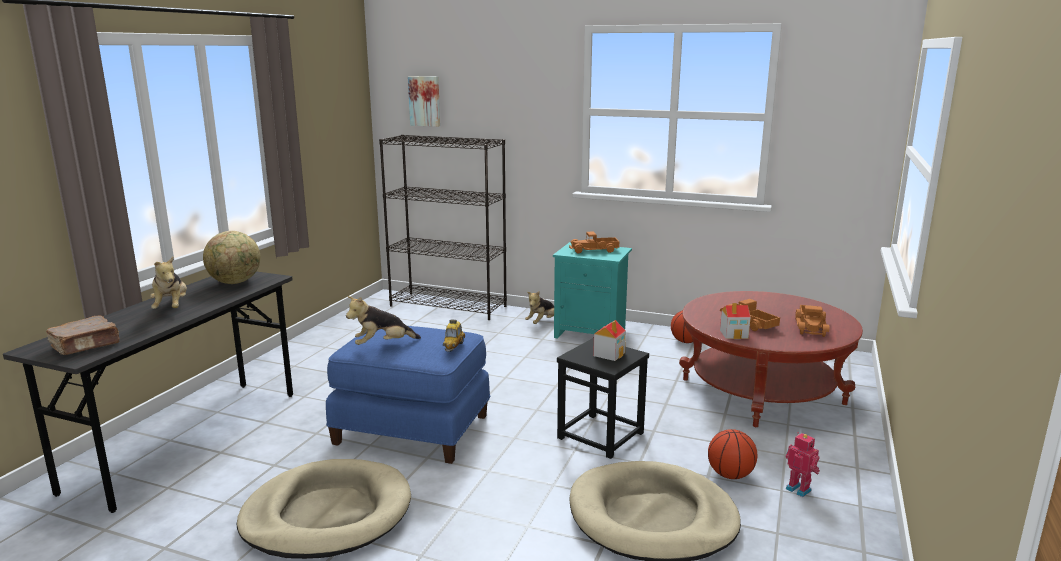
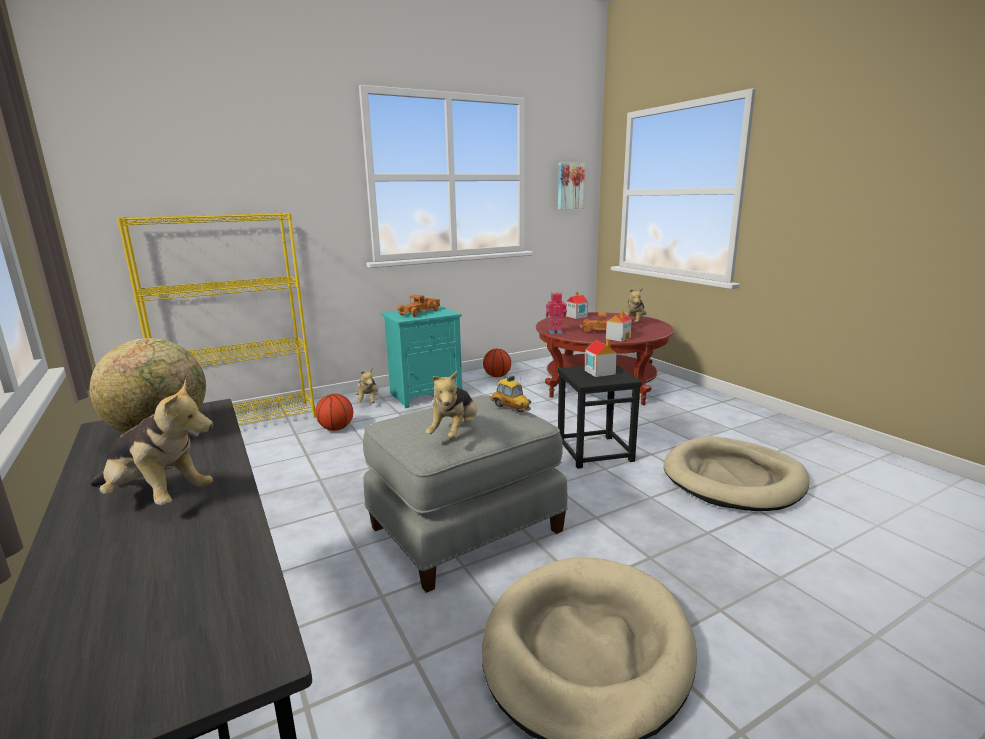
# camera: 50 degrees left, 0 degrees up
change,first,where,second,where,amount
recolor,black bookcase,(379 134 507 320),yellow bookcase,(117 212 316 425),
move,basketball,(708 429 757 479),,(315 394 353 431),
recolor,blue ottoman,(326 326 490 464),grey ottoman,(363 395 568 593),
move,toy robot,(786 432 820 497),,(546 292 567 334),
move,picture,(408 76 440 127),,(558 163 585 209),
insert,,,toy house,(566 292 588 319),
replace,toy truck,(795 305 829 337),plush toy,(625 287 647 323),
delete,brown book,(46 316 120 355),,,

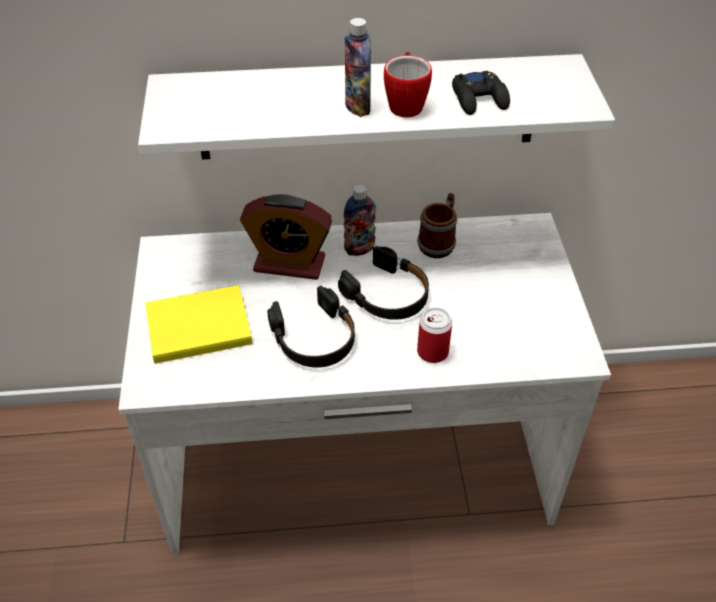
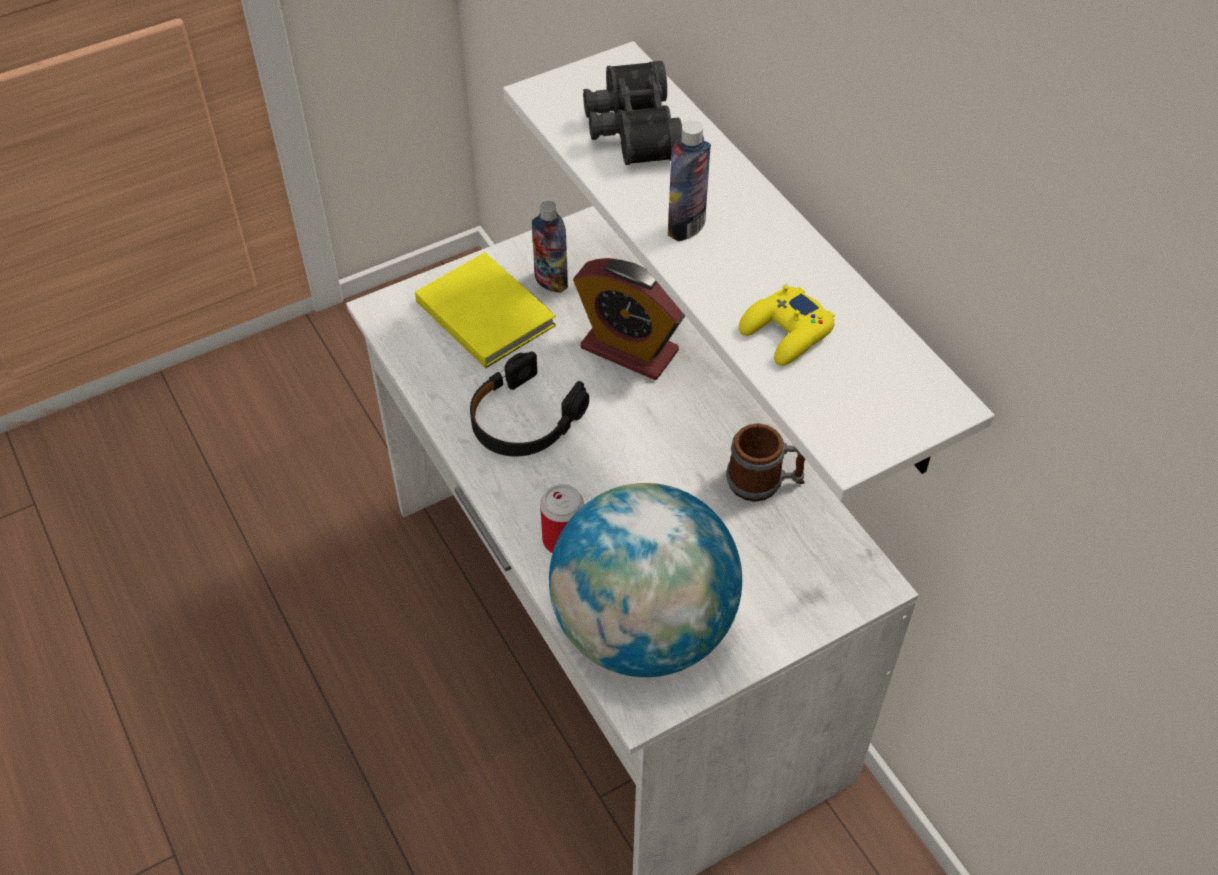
# camera: 65 degrees right, 5 degrees up
change,first,where,second,where,amount
move,bottle,(344 185 376 256),,(532 201 568 293),
insert,,,globe,(549 483 742 677),
rotate,alarm clock,(240 194 332 280),,(573 258 685 380),45 degrees counterclockwise
insert,,,black binoculars,(583 61 682 165),
recolor,black game controller,(452 71 510 115),yellow game controller,(739 285 835 366),
delete,black headphones,(338 246 429 320),,,
delete,mug,(384 52 432 117),,,

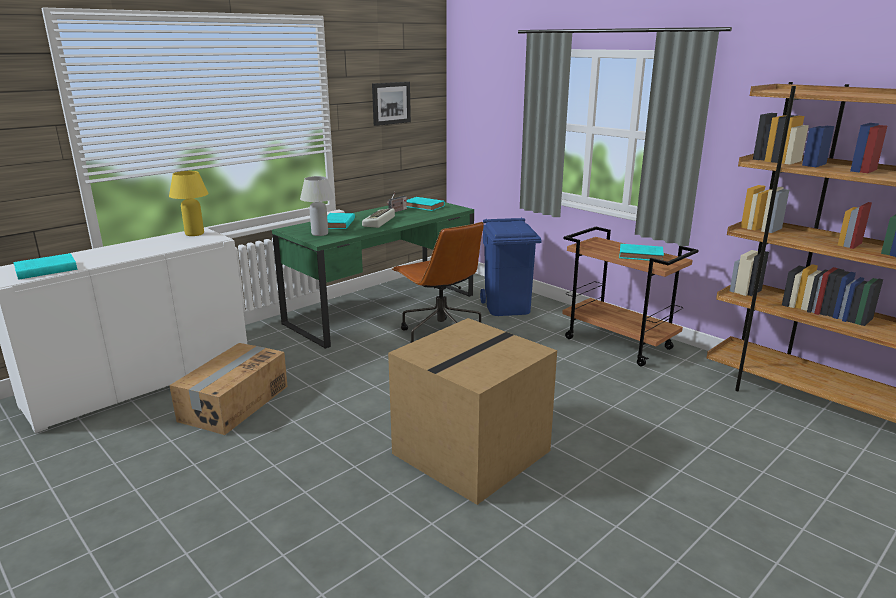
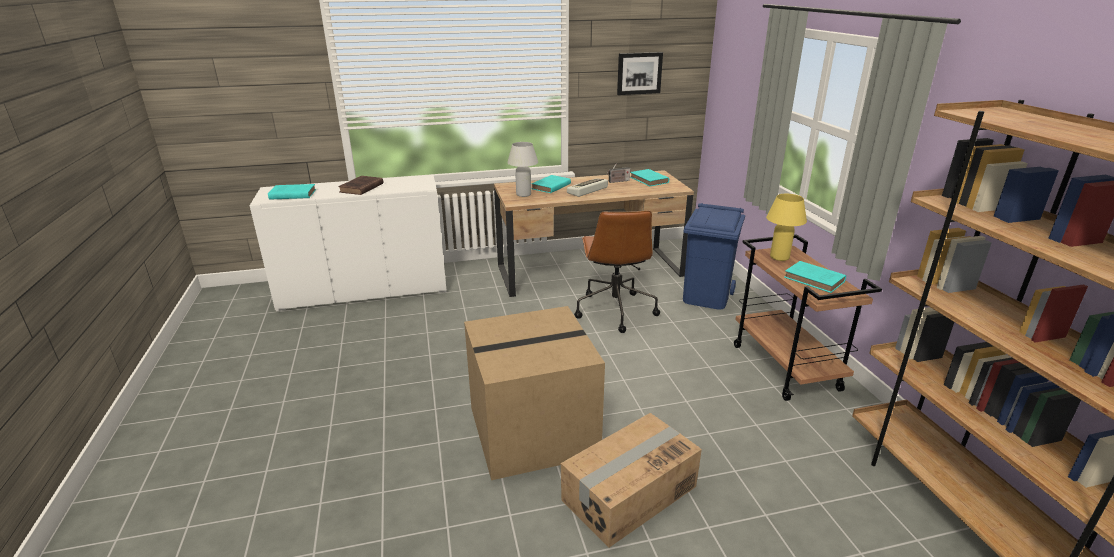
# camera: 30 degrees right, 5 degrees up
change,first,where,second,where,amount
insert,,,brown book,(338 176 383 195),
recolor,green desk,(272 198 474 349),brown desk,(494 170 694 297),
move,cardboard box,(169 343 288 435),,(561 413 702 548),
move,yellow table lamp,(169 171 209 236),,(766 194 807 261),

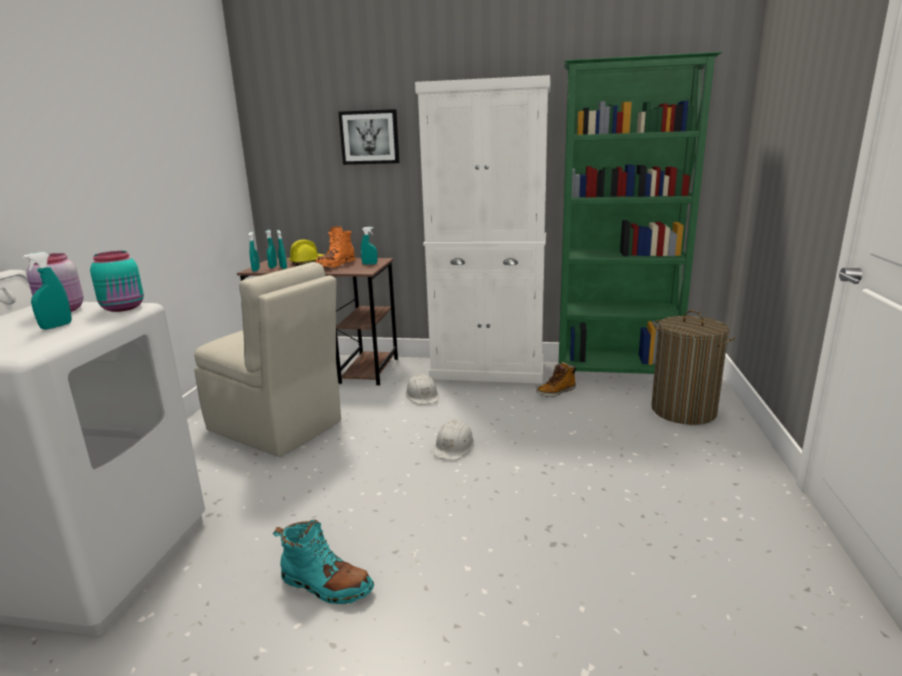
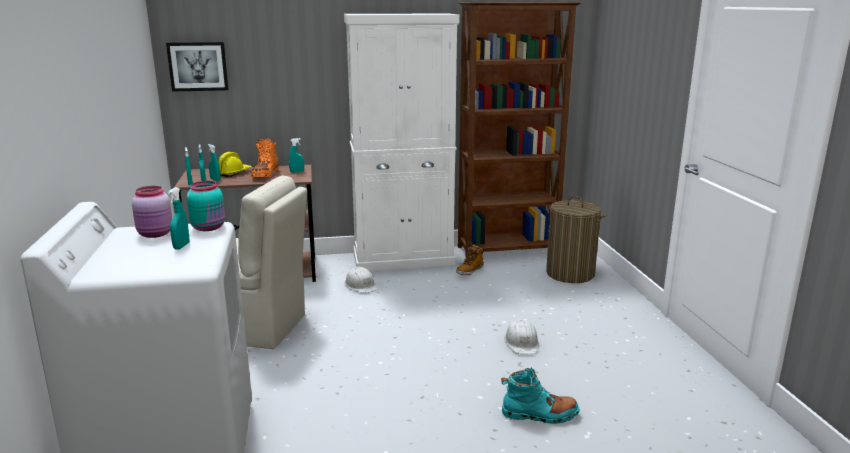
# camera: 20 degrees left, 0 degrees up
change,first,where,second,where,amount
move,picture,(338 109 399 165),,(166 42 229 92),
recolor,green bookcase,(559 52 722 374),brown bookcase,(458 2 581 257),
move,turquoise boot,(273 520 374 604),,(501 368 580 424),
move,white hard hat,(434 420 475 460),,(504 319 539 354),

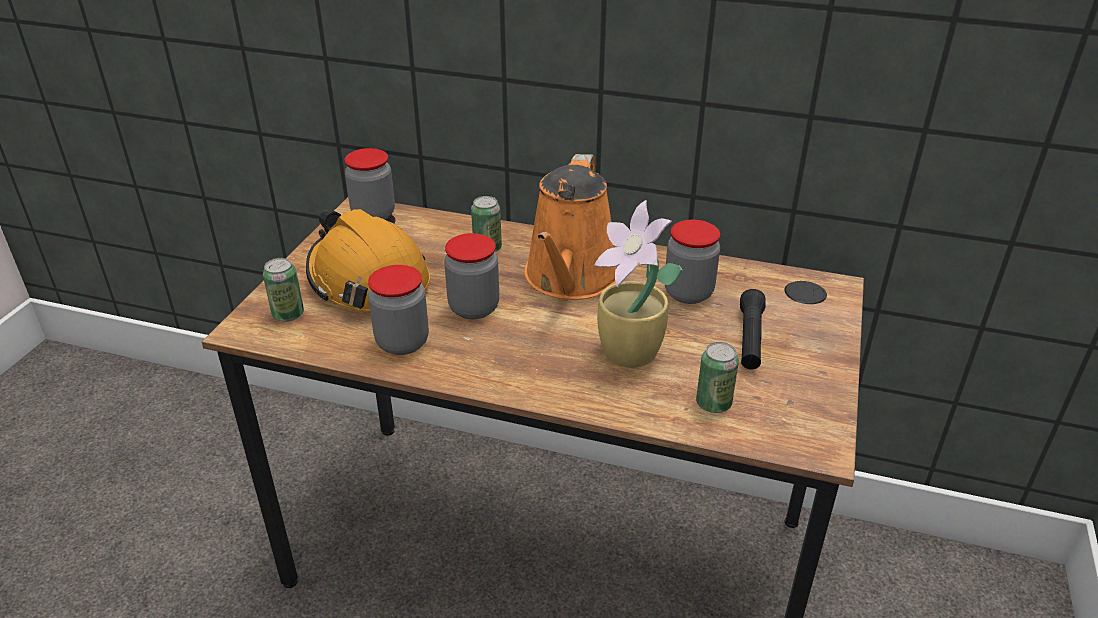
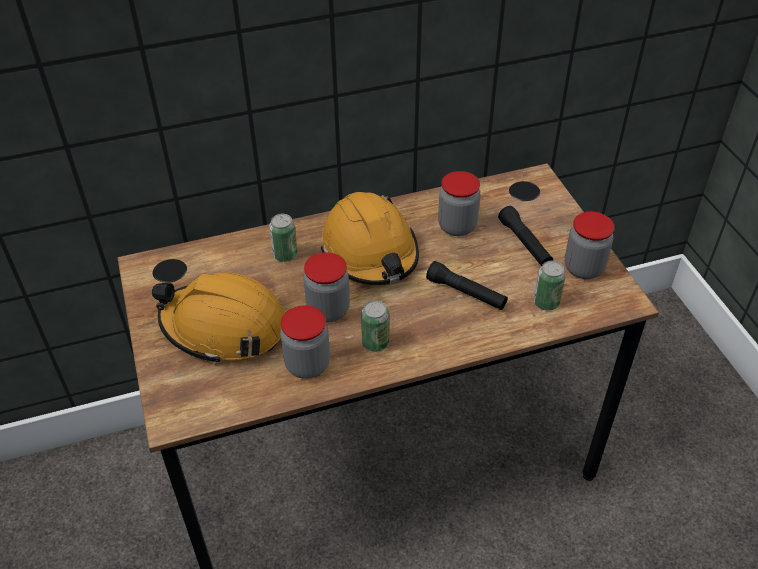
# camera: 35 degrees left, 10 degrees up
change,first,where,second,where,amount
replace,orange watering can,(524 154 618 300),orange hard hat,(321 192 419 285),
move,can,(263 258 304 322),,(361 300 389 352),
replace,potted plant,(594 200 682 368),black flashlight,(426 261 508 310),
move,jar,(345 148 395 219),,(565 212 615 279),

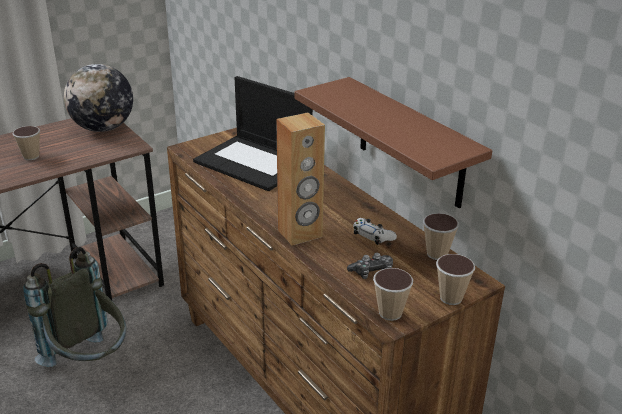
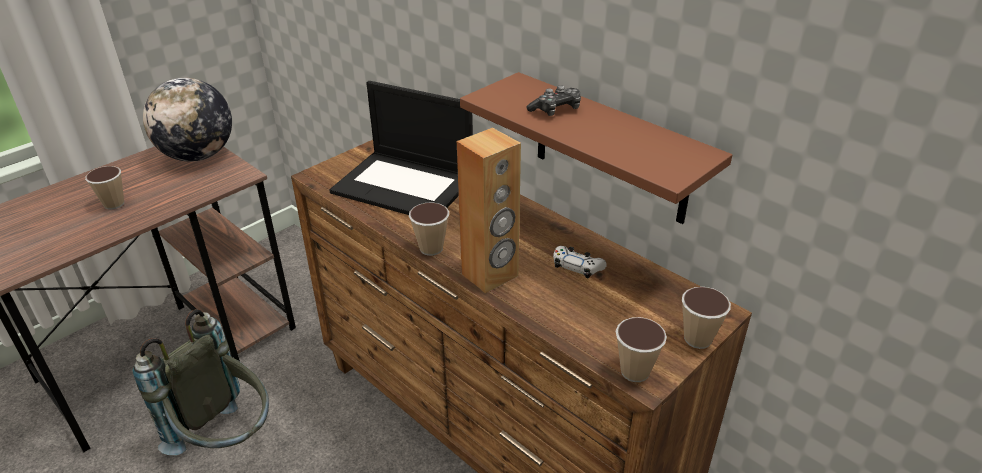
# camera: 10 degrees left, 5 degrees up
change,first,where,second,where,amount
move,cup,(423 213 459 260),,(409 203 449 256),
move,game controller,(347 253 393 279),,(527 85 581 116),

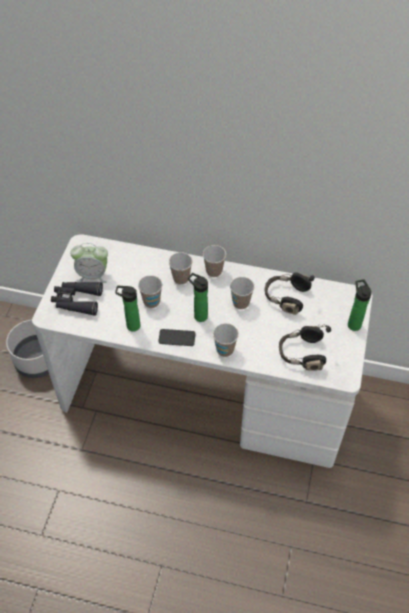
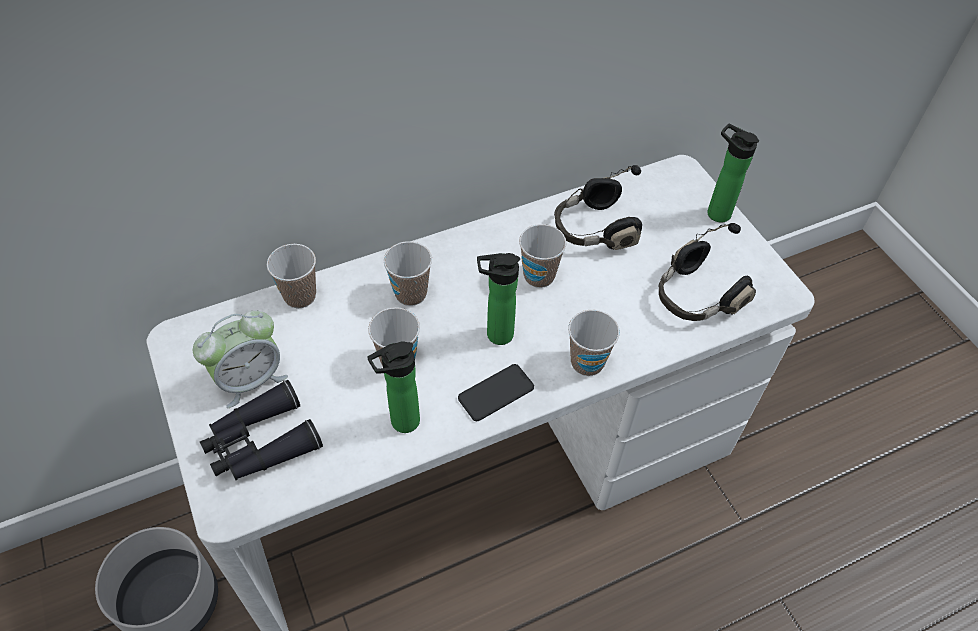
# camera: 40 degrees left, 0 degrees up
change,first,where,second,where,amount
move,cup,(203 245 226 277),,(267 244 316 308),

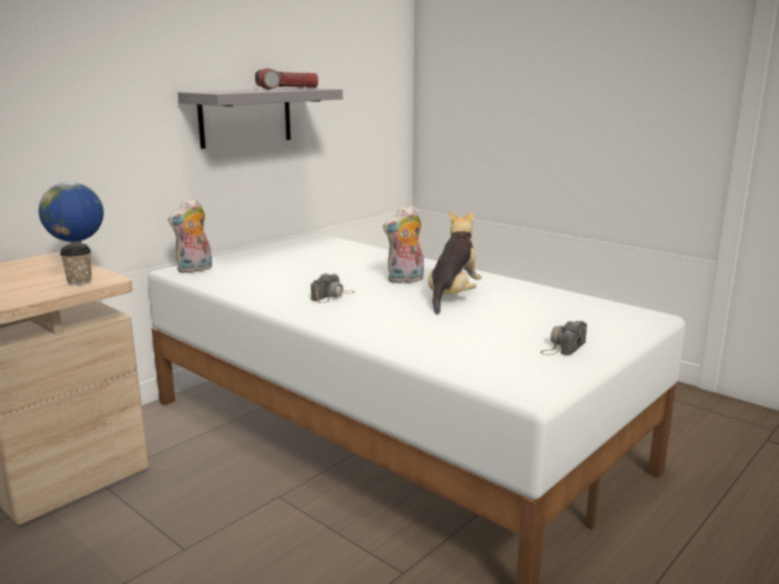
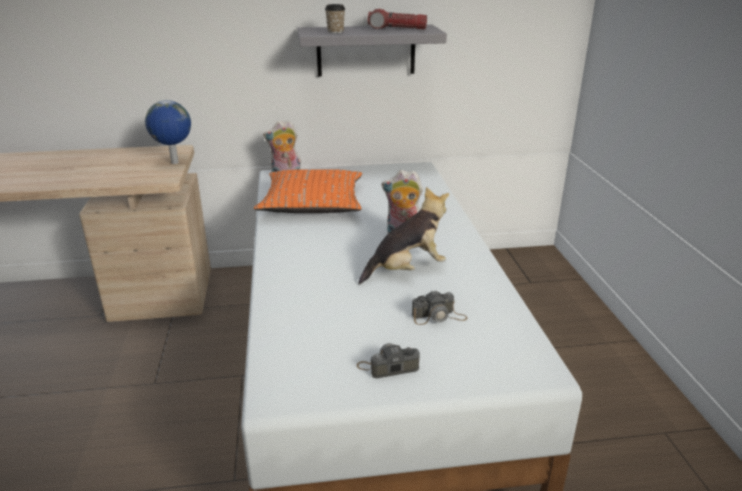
# camera: 40 degrees right, 10 degrees up
change,first,where,second,where,amount
insert,,,orange pillow,(254 169 362 213),
move,cup,(60 244 92 285),,(325 4 345 34),
move,photo camera,(311 273 355 303),,(412 291 468 325),

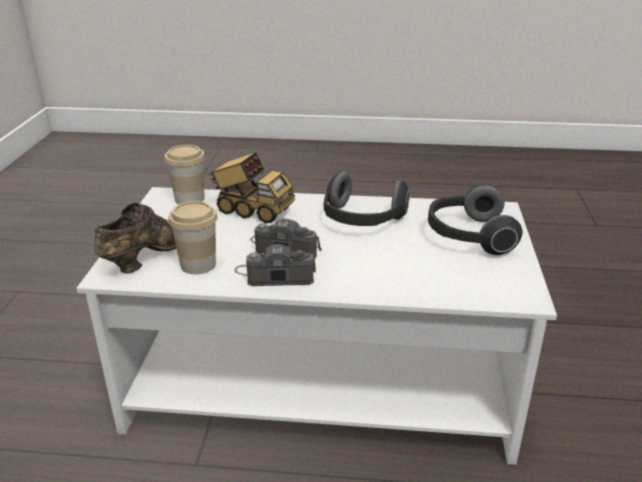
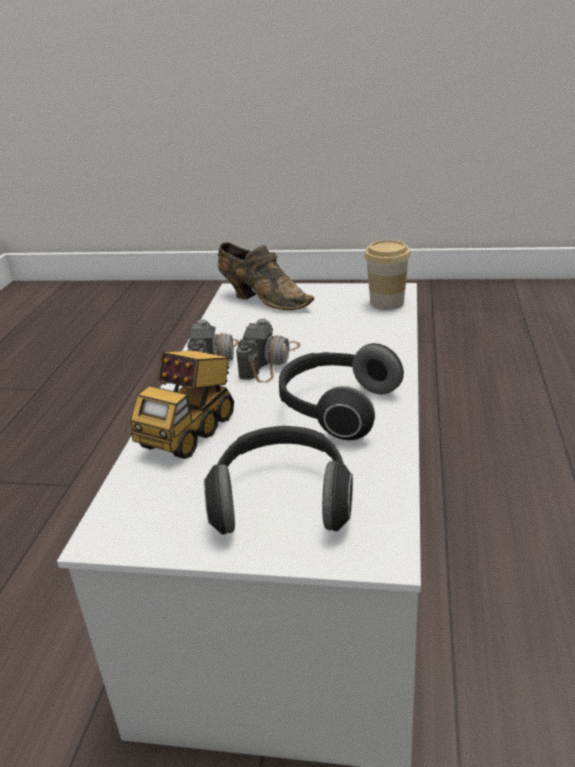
# camera: 95 degrees right, 0 degrees up
change,first,where,second,where,amount
move,toy truck,(209 152 295 224),,(130 351 234 459),
delete,cup,(168 201 218 274),,,

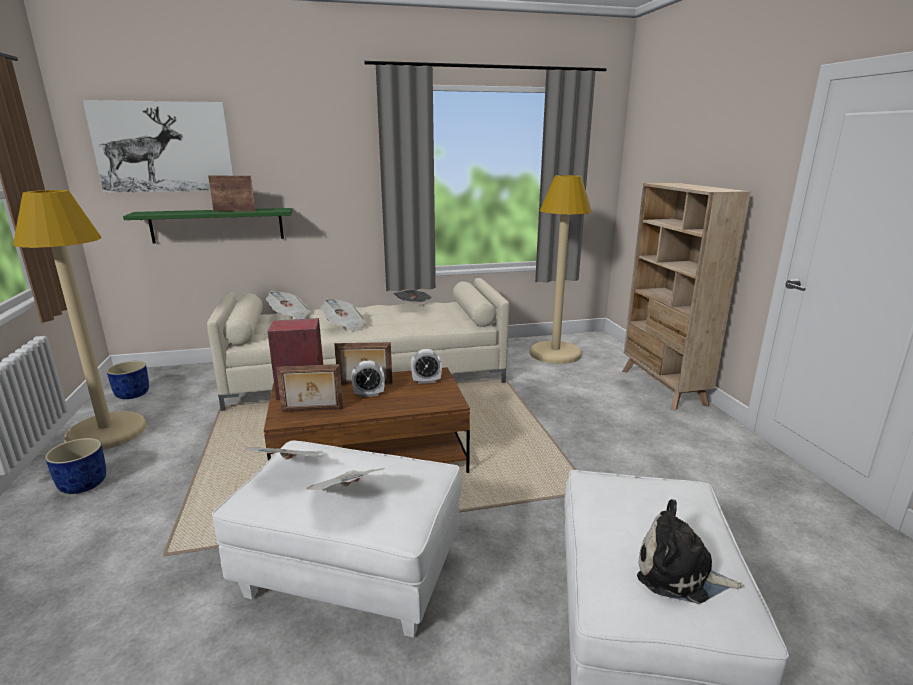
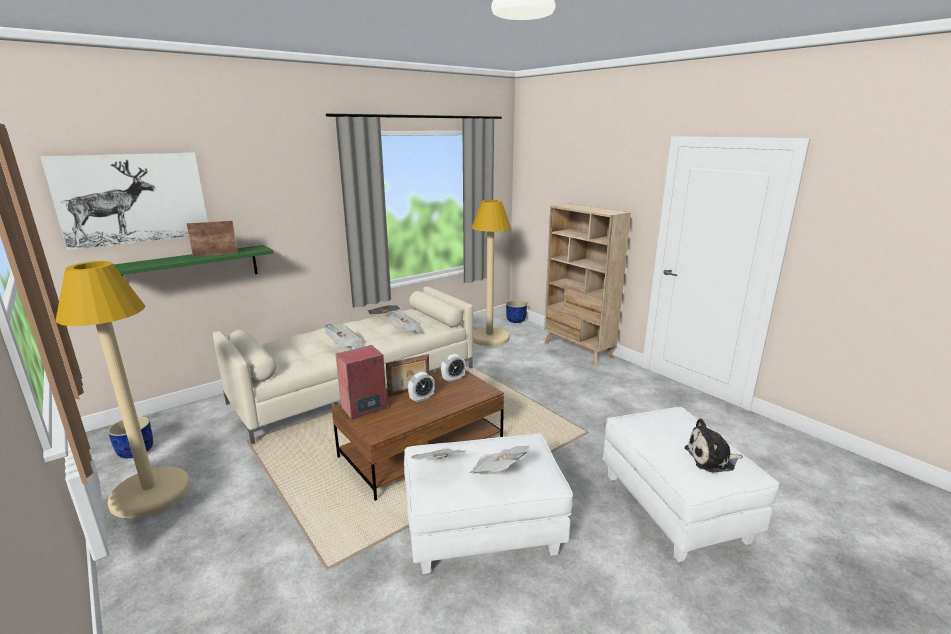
# camera: 25 degrees left, 0 degrees up
change,first,where,second,where,amount
move,newspaper,(266 291 310 319),,(388 311 424 333),
move,blue planter,(45 438 106 494),,(506 300 527 323),
delete,picture frame,(276 364 343 412),,,

